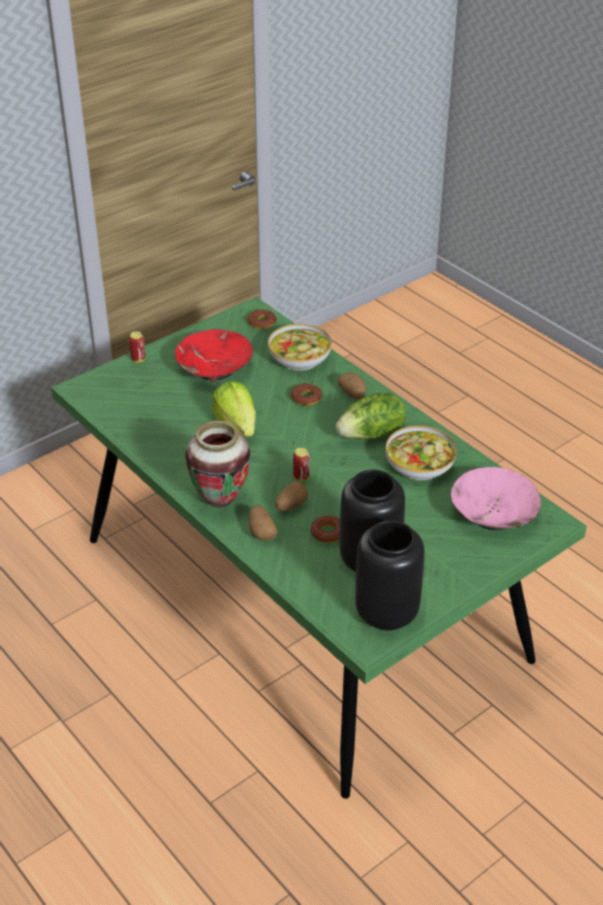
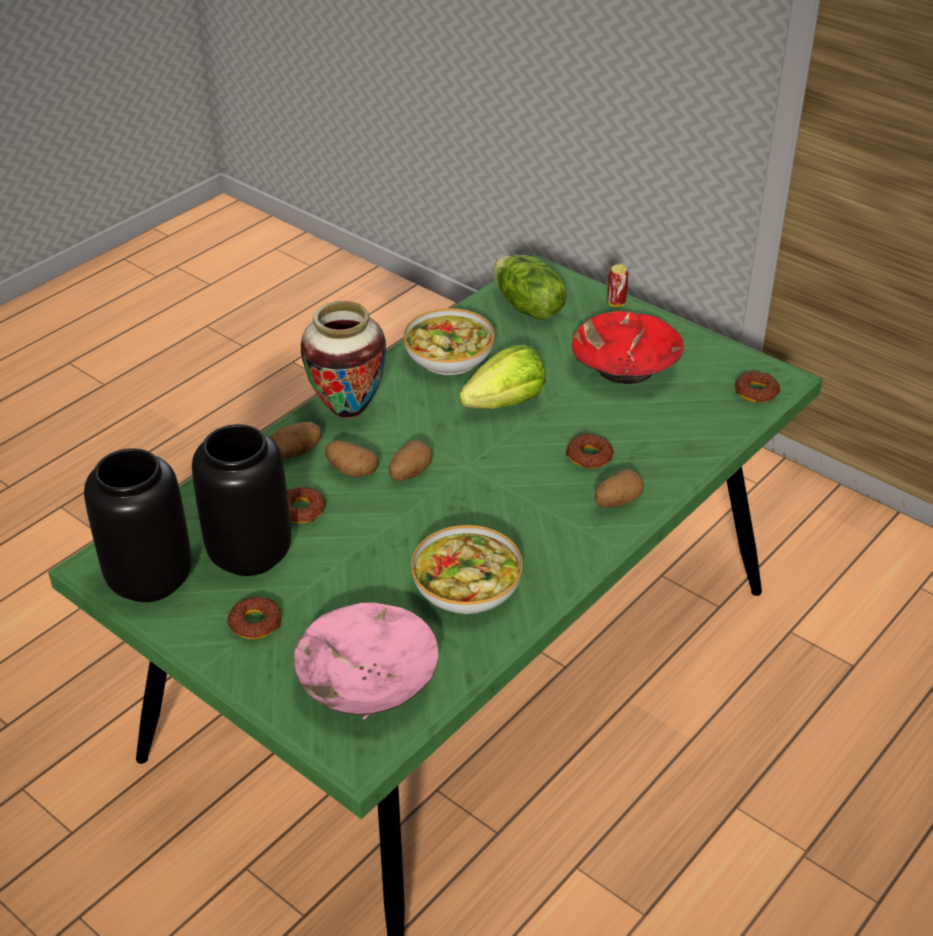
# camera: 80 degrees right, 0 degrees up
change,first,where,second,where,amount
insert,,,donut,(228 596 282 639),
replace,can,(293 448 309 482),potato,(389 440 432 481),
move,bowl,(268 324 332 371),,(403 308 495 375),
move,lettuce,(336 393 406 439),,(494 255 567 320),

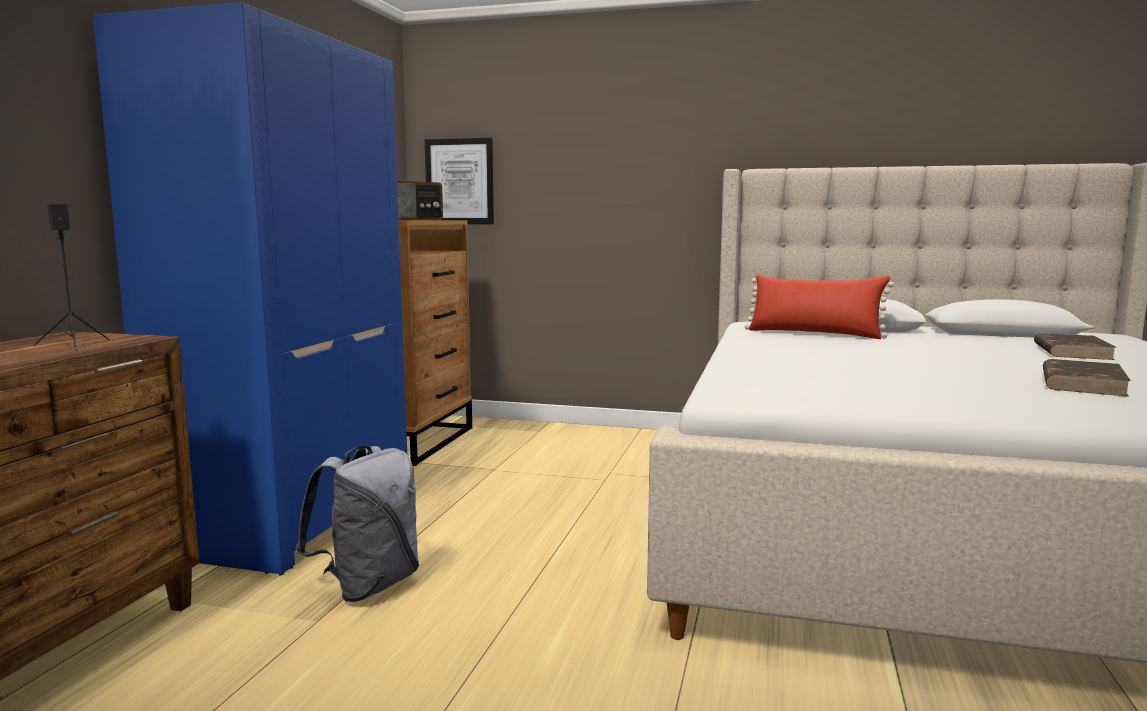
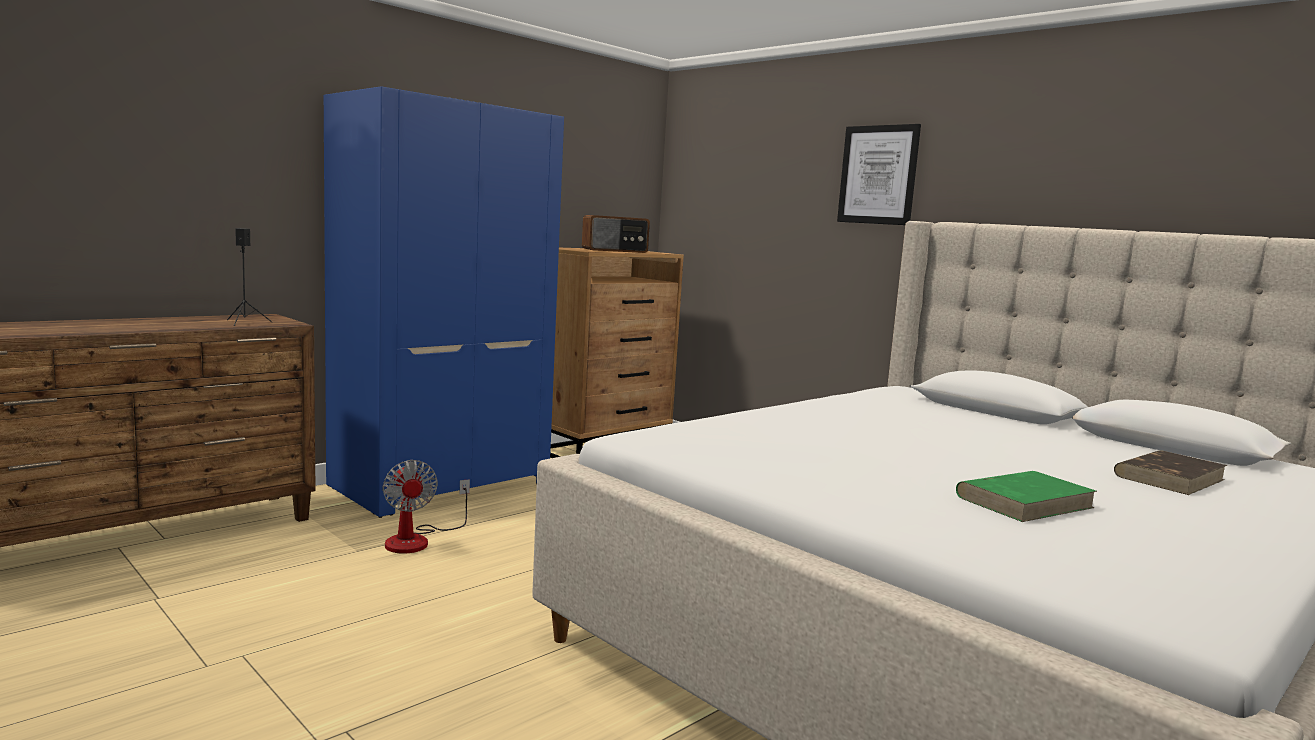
# camera: 30 degrees right, 0 degrees up
change,first,where,second,where,amount
replace,grey backpack,(295 445 419 602),fan,(383 460 470 554),
move,picture,(425 138 494 224),,(837 124 921 225),
recolor,brown book,(1043 359 1131 397),green book,(956 471 1097 522),
delete,red pillow,(745 274 894 339),,,

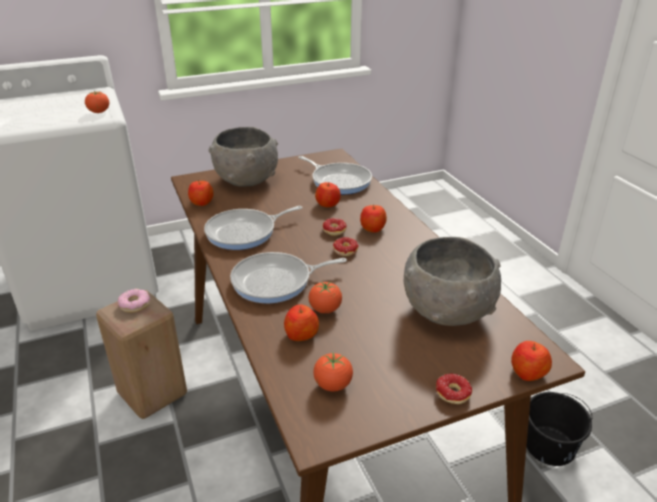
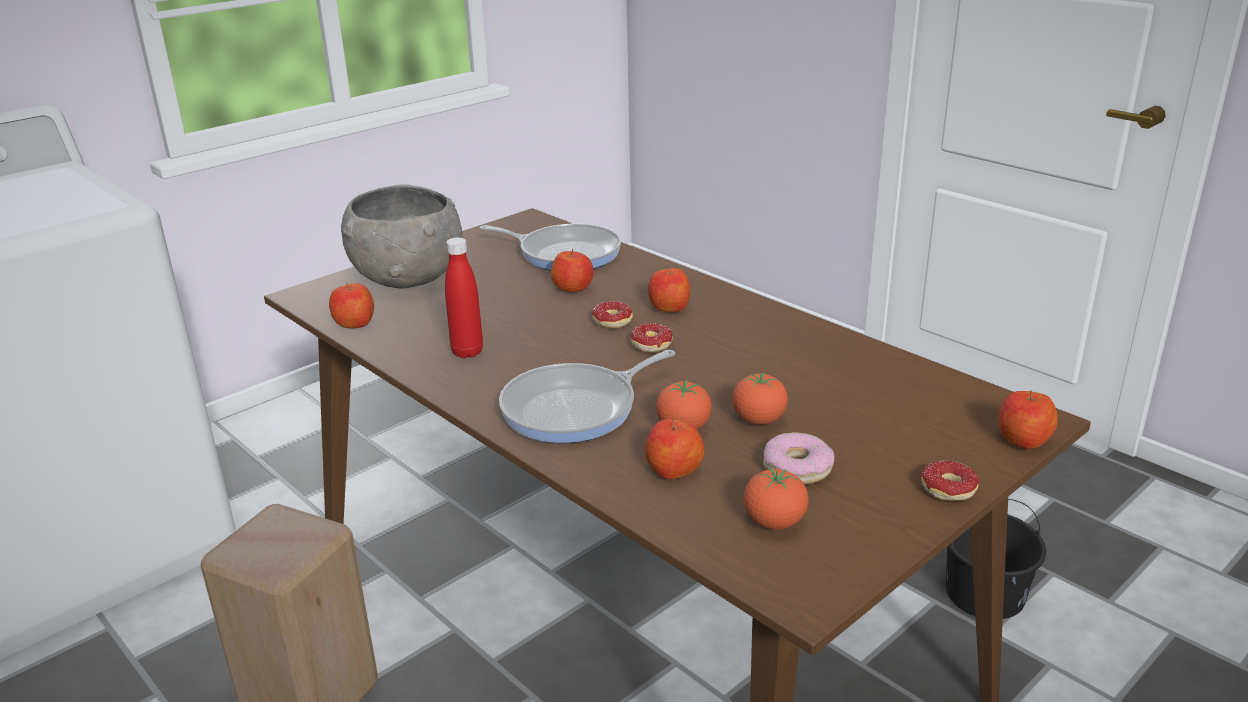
# camera: 20 degrees left, 5 degrees down
change,first,where,second,where,amount
replace,frying pan,(204 206 302 250),red bottle,(445 237 483 358),
move,tomato,(85 90 109 113),,(732 373 788 425),
move,donut,(118 289 150 313),,(763 432 834 484),
delete,grey bowl,(404 237 501 326),,,

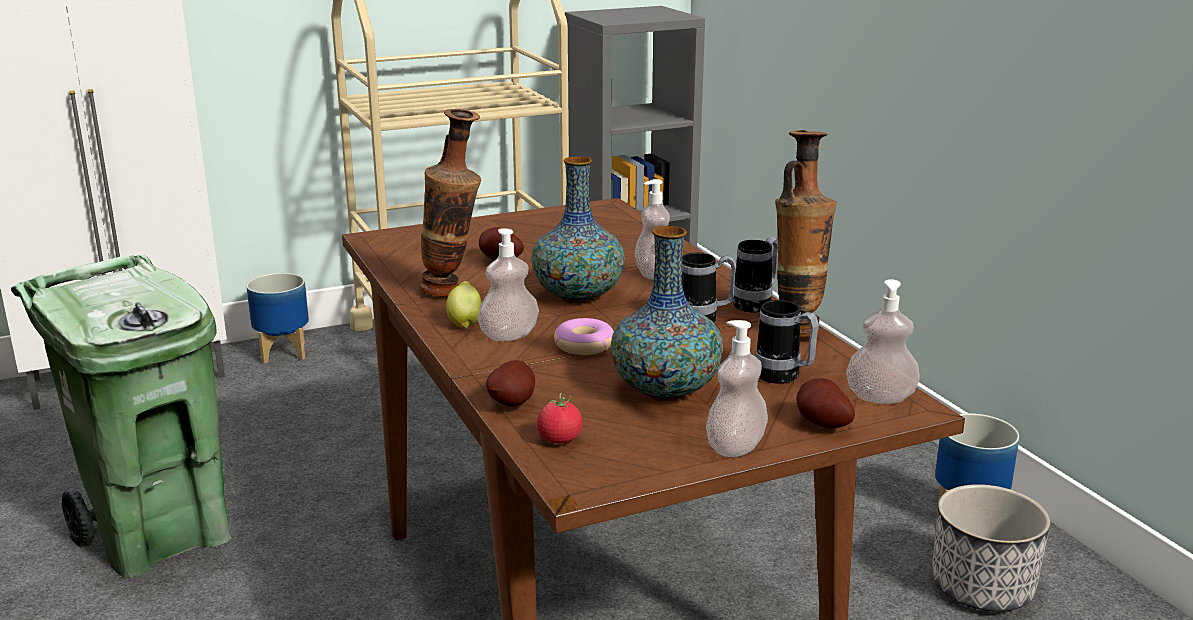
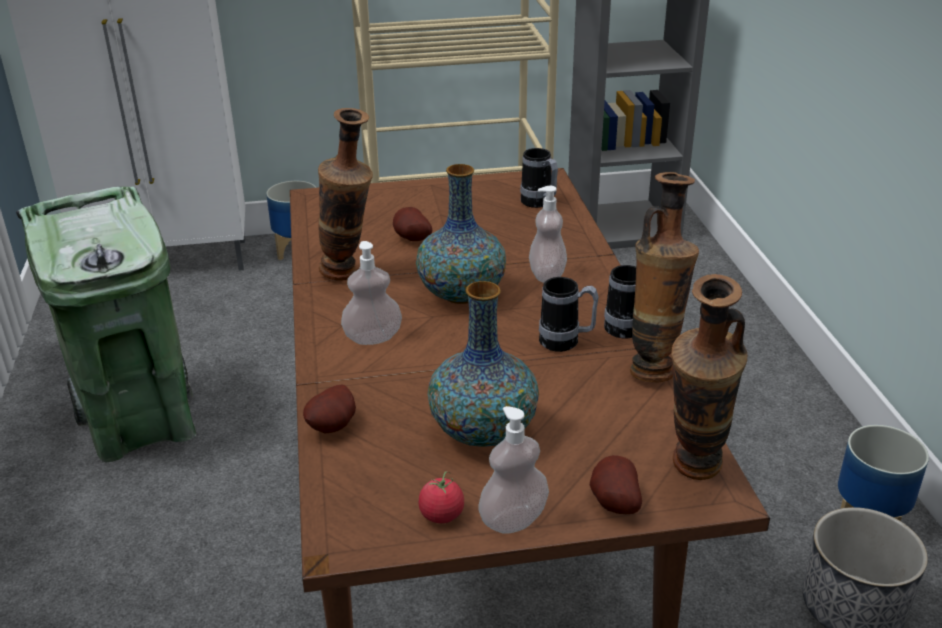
# camera: 15 degrees right, 10 degrees up
change,first,where,second,where,amount
move,tomato,(537 393 583 444),,(418 471 464 523),
move,mug,(755 300 819 384),,(520 148 558 208),
replace,soap dispenser,(846 279 920 404),vase,(671 274 747 480),
delete,lemon,(446 281 481 328),,,
delete,donut,(554 318 614 355),,,

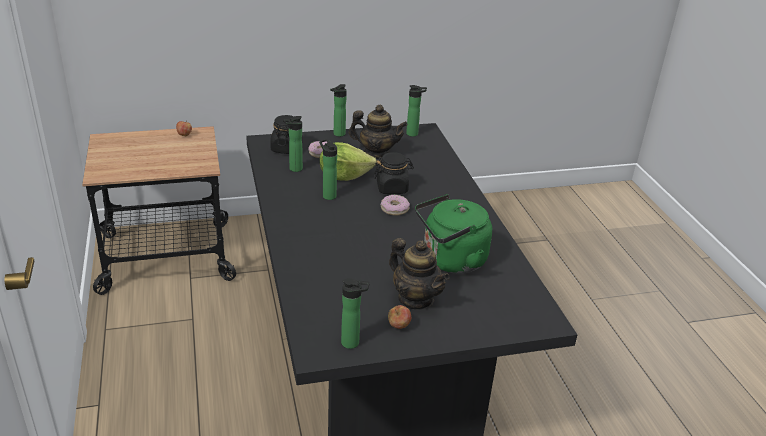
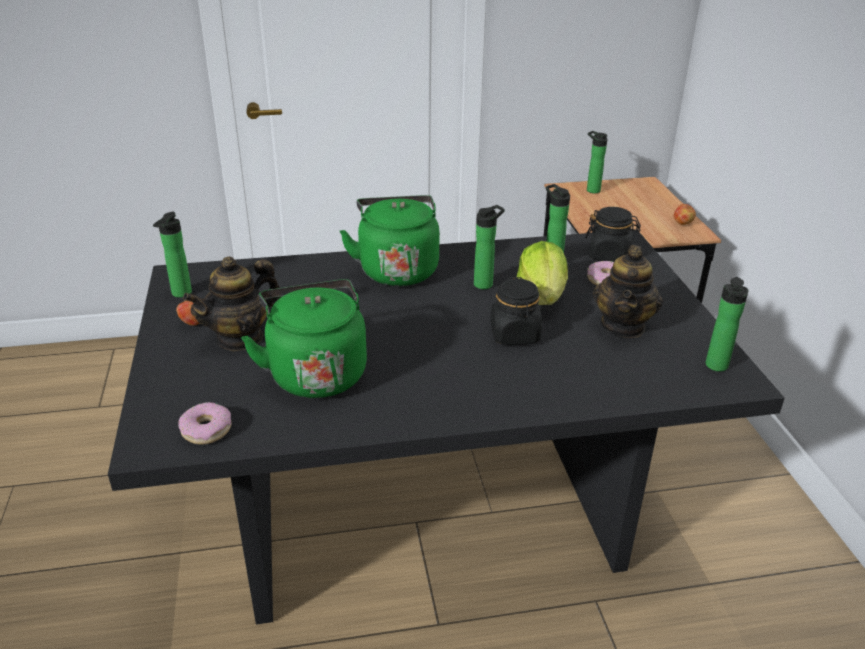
# camera: 95 degrees right, 0 degrees up
change,first,where,second,where,amount
move,donut,(381 195 410 216),,(178 402 232 445),
insert,,,green kettle,(340 195 440 286),
move,bottle,(330 84 347 137),,(587 131 608 193),

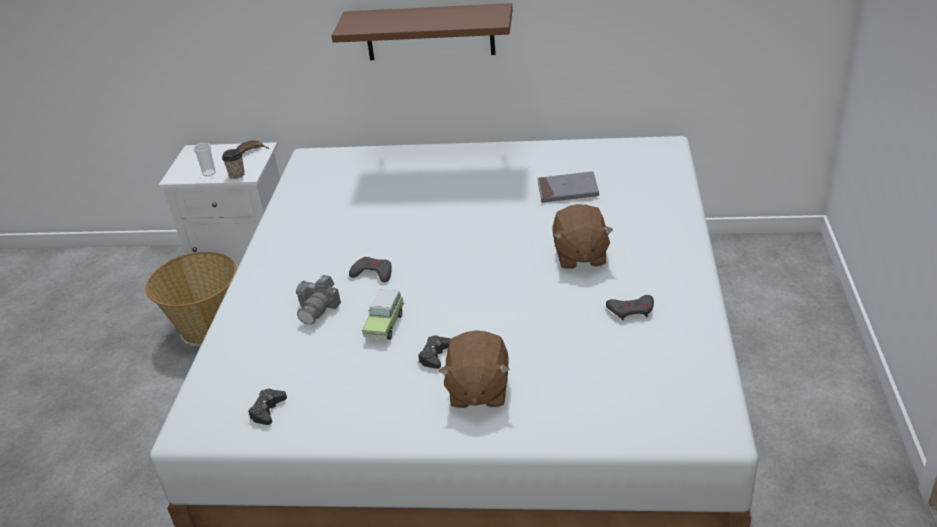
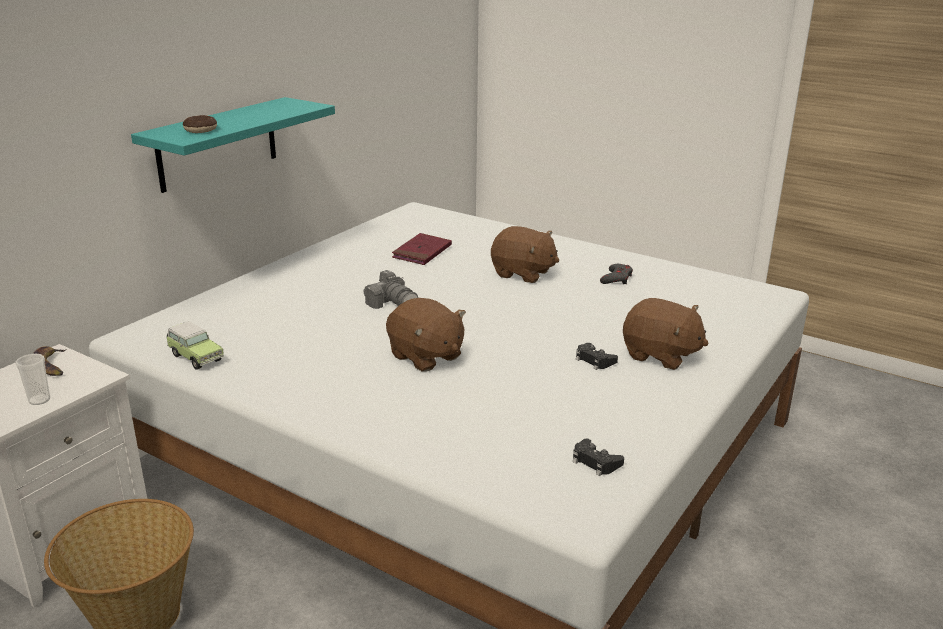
# camera: 65 degrees left, 10 degrees down
change,first,where,second,where,amount
recolor,brown shelf,(331 3 513 60),turquoise shelf,(131 97 335 193),
move,toy car,(362 289 405 340),,(167 321 224 370),
insert,,,donut,(183 115 217 133),
move,photo camera,(296 275 341 325),,(364 270 418 309),
replace,grey game controller,(349 257 392 282),brown plush toy,(386 298 466 372),
recolor,grey book,(537 171 599 203),red book,(392 233 452 265),
delete,cup,(222 149 245 179),,,

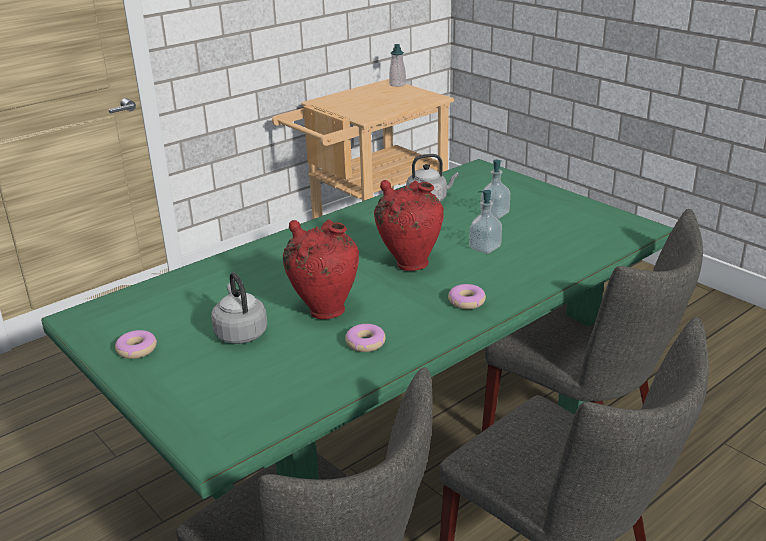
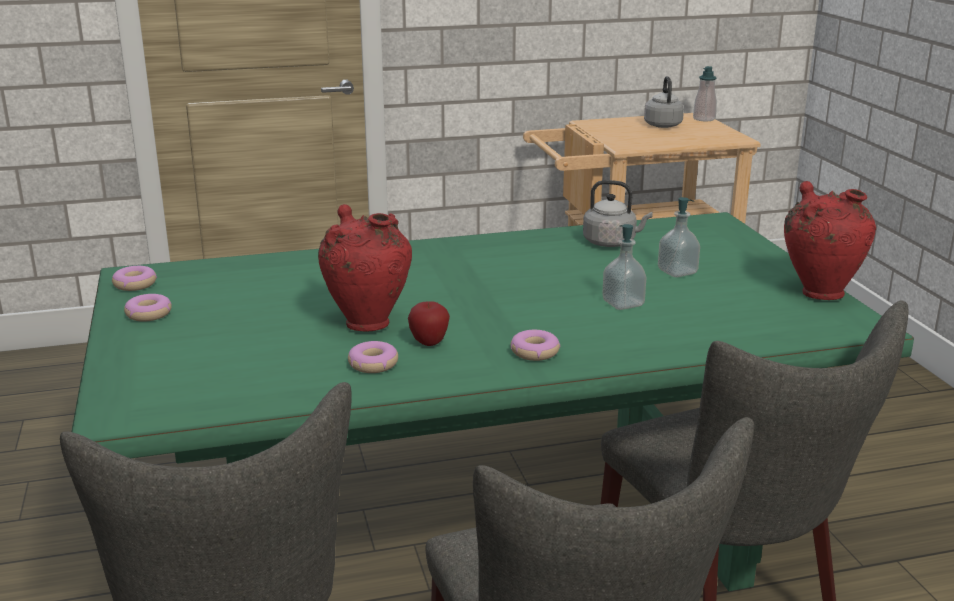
# camera: 25 degrees right, 5 degrees down
change,first,where,second,where,amount
insert,,,donut,(112 266 157 291),
insert,,,apple,(408 301 450 346),
move,grey kettle,(211 272 267 344),,(644 76 684 128),
move,red vase,(374 180 444 271),,(784 181 876 300),

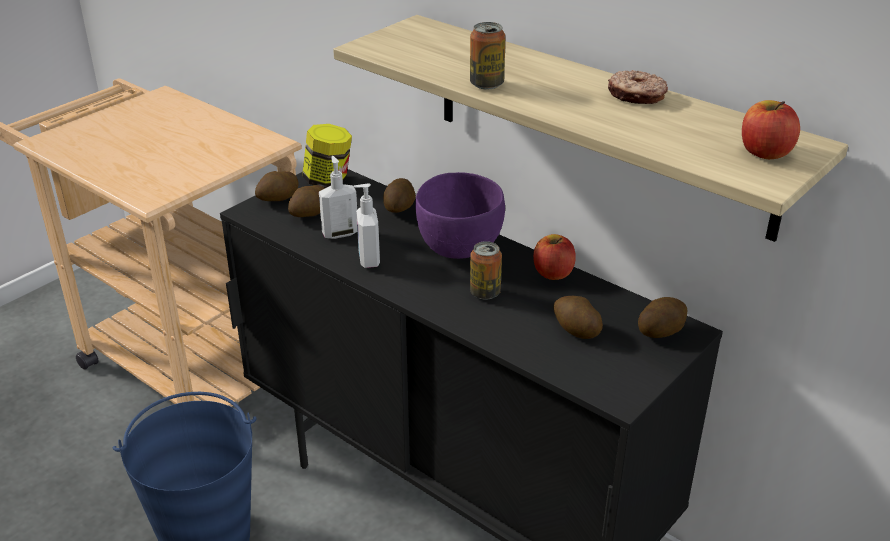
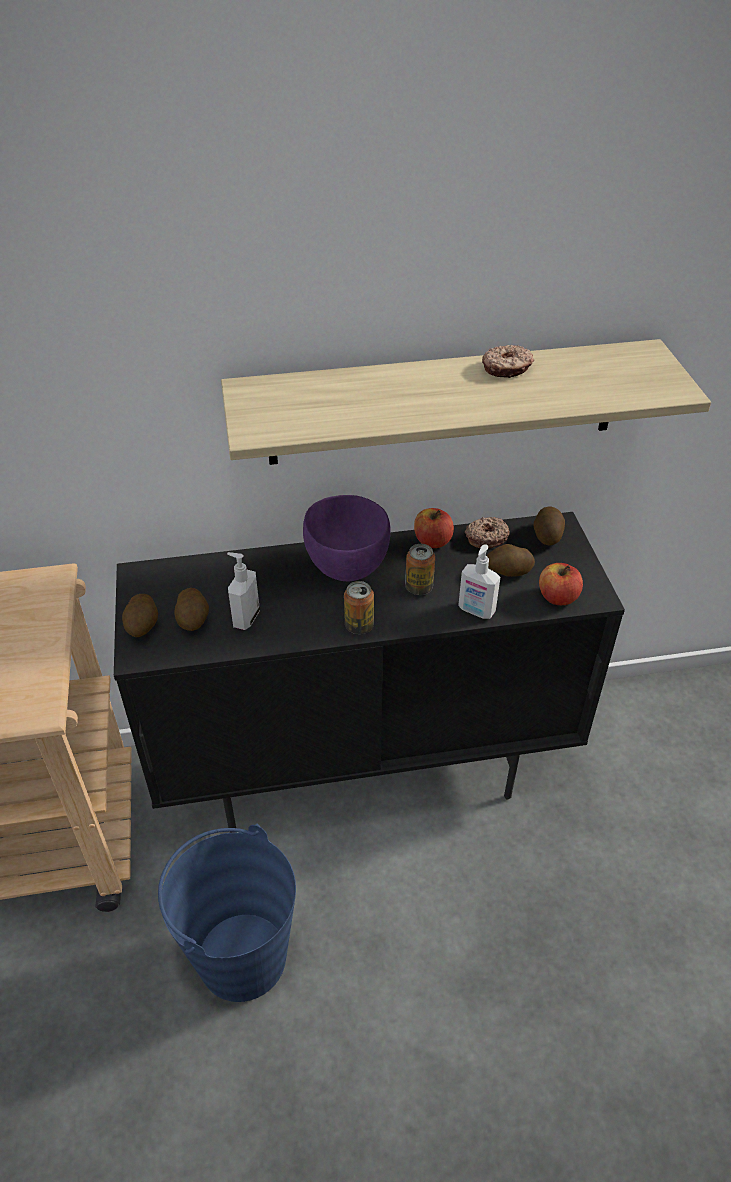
# camera: 50 degrees left, 10 degrees up
change,first,where,second,where,amount
move,can,(470 22 505 89),,(344 581 374 634),
move,soap dispenser,(353 184 380 268),,(458 544 500 619),
insert,,,donut,(465 517 510 549),
move,apple,(742 100 800 159),,(539 563 583 605),
delete,jar,(302 124 352 188),,,
delete,potato,(383 178 416 213),,,

